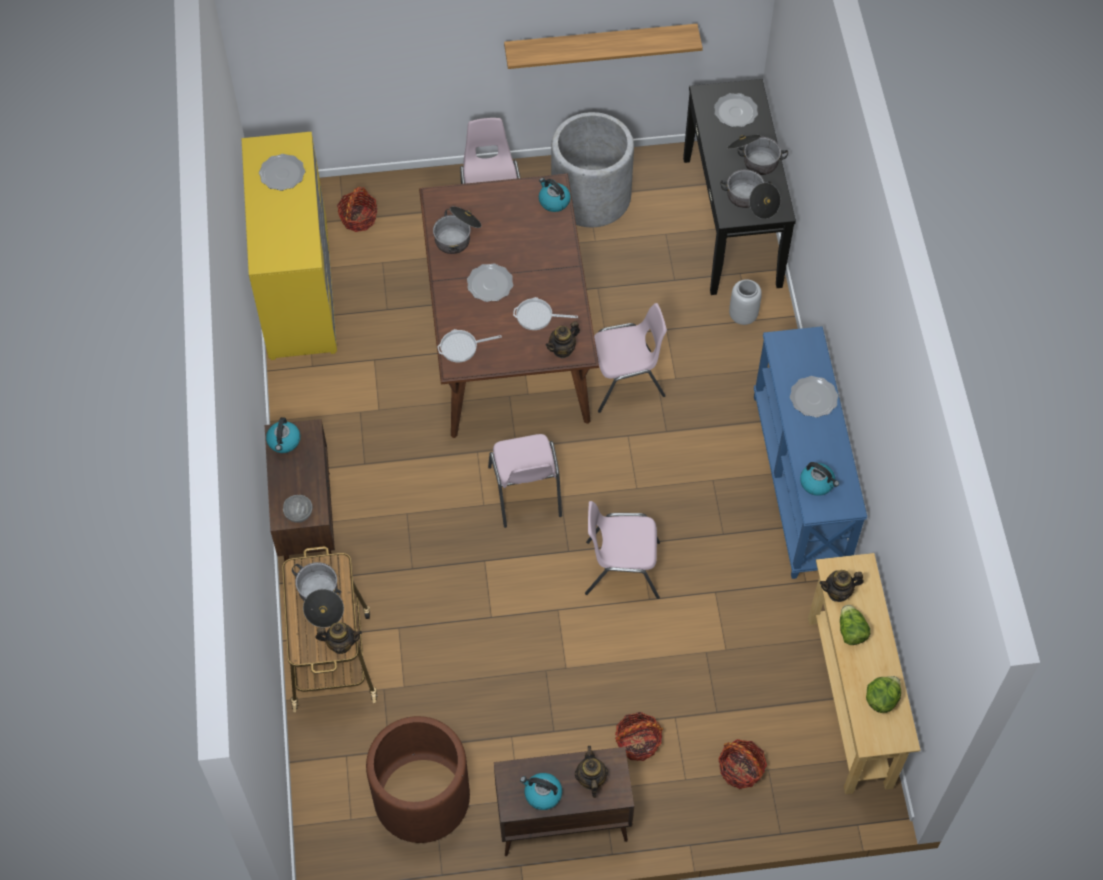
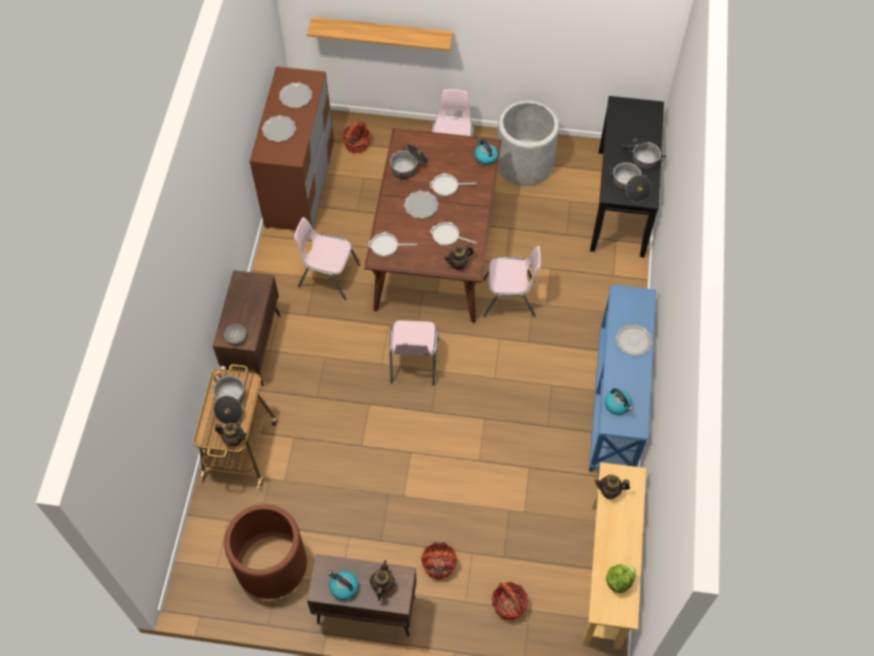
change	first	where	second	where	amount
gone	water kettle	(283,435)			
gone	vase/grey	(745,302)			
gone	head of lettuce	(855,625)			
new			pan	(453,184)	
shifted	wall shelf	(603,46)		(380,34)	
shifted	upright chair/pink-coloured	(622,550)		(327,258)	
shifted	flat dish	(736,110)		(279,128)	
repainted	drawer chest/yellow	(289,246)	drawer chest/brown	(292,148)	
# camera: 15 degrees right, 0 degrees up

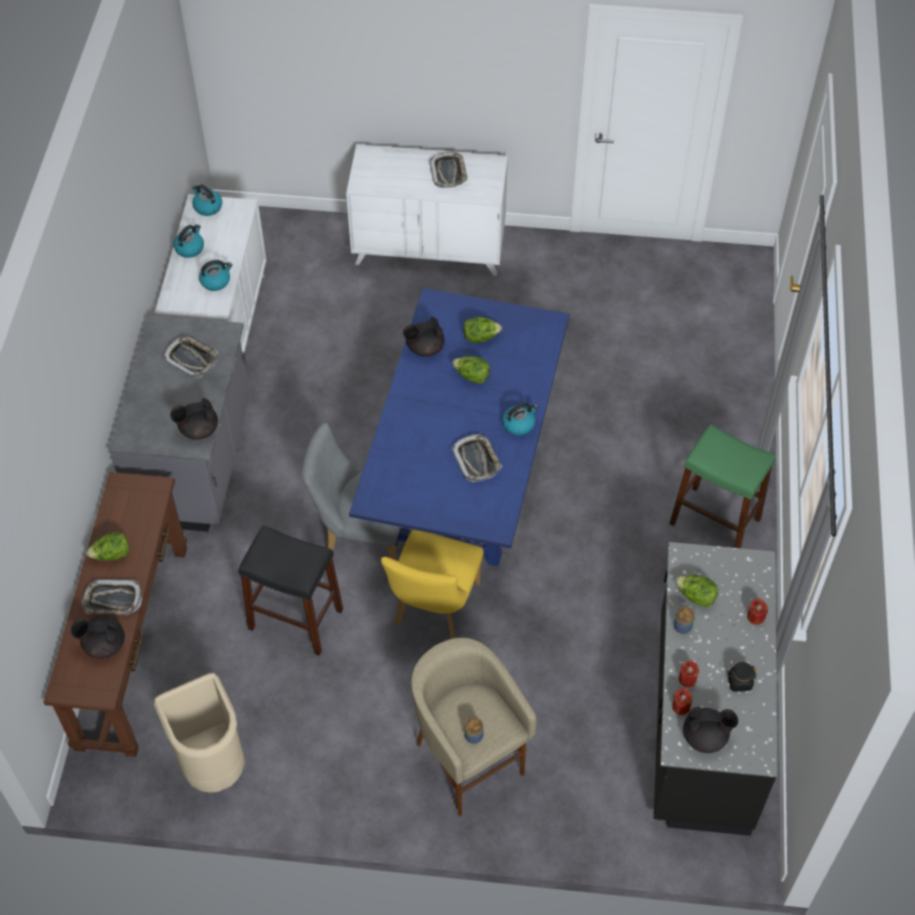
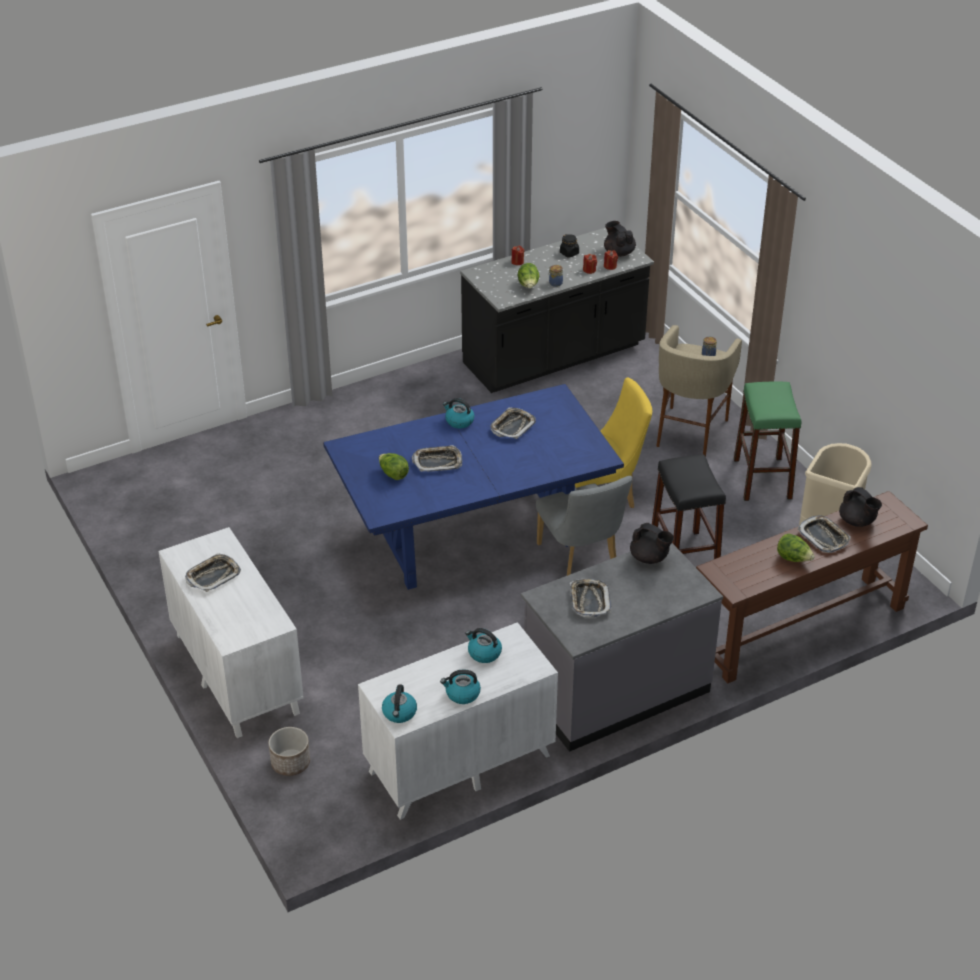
change	first	where	second	where	amount
gone	teapot/black-coloured	(424,337)			
new			planter	(289,751)	
shifted	stool/green-coloured	(722,486)		(767,441)	
swapped	head of lettuce	(471,370)	serving tray	(437,458)	
# camera: 125 degrees left, 15 degrees down

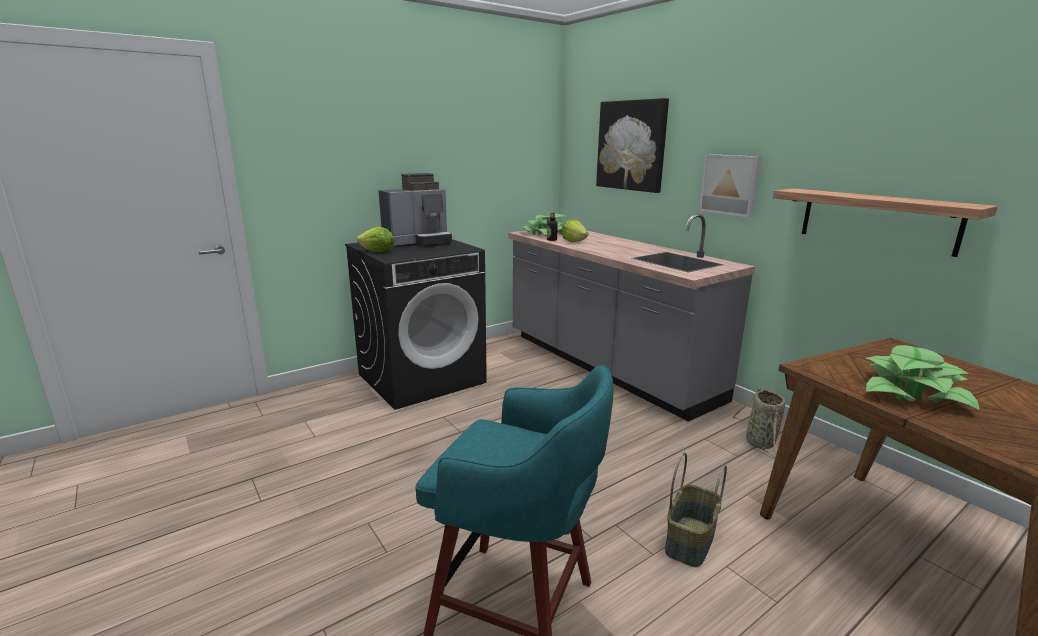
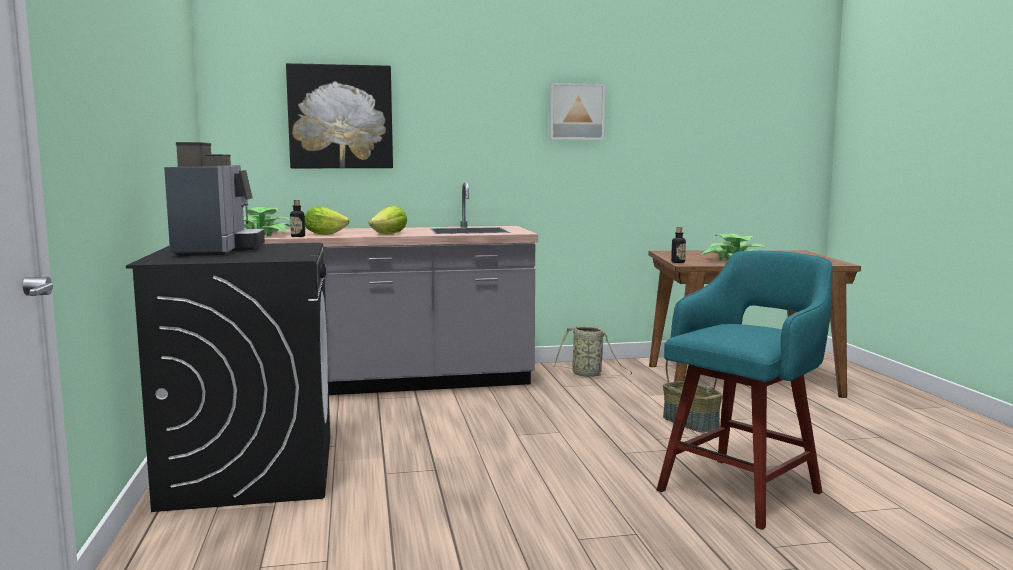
change	first	where	second	where	amount
gone	wall shelf	(885,223)			
new			drink bottle	(678,245)	
shifted	head of lettuce	(375,239)		(388,220)	
shifted	wall picture	(730,185)		(577,111)	
# camera: 65 degrees left, 10 degrees down

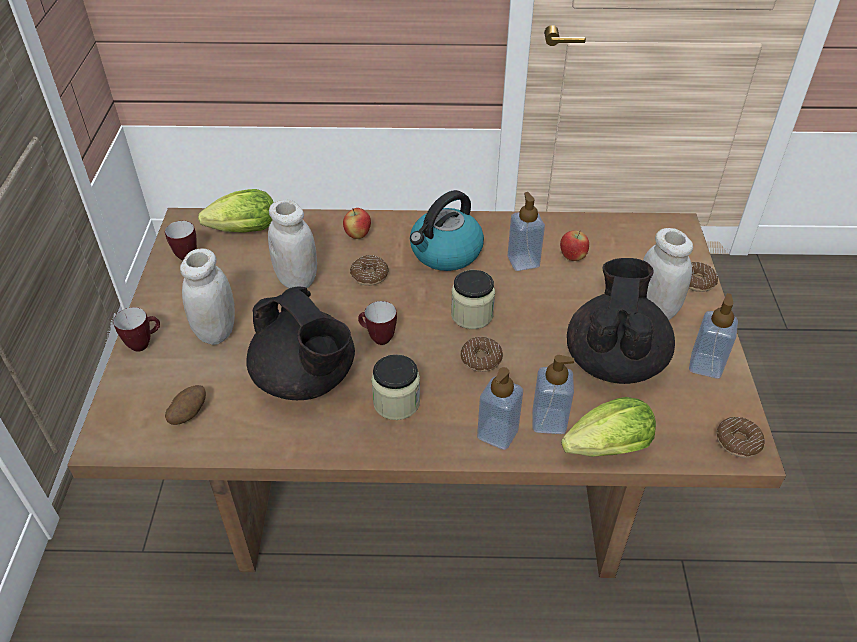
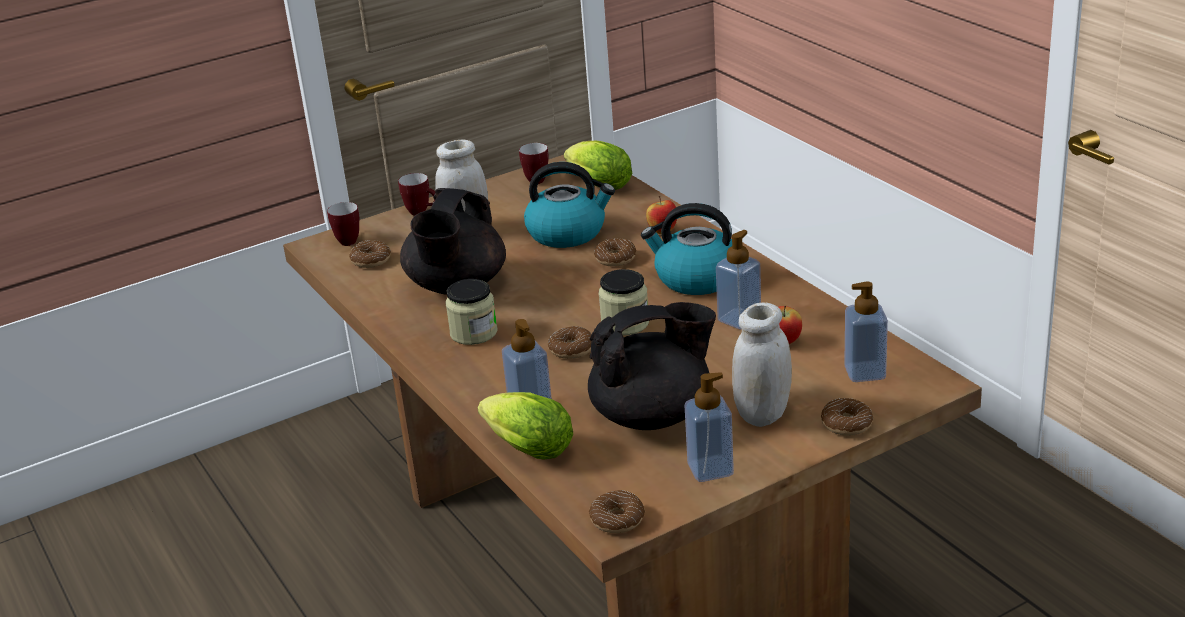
change	first	where	second	where	amount
shifted	coffee mug	(377,323)		(343,224)	
shifted	liquid soap bottle	(500,408)		(866,332)	
swapped	whole potato	(185,405)	ring doughnut	(370,254)	
swapped	preserve jar/white	(292,244)	water kettle	(569,205)	
# camera: 60 degrees right, 15 degrees down

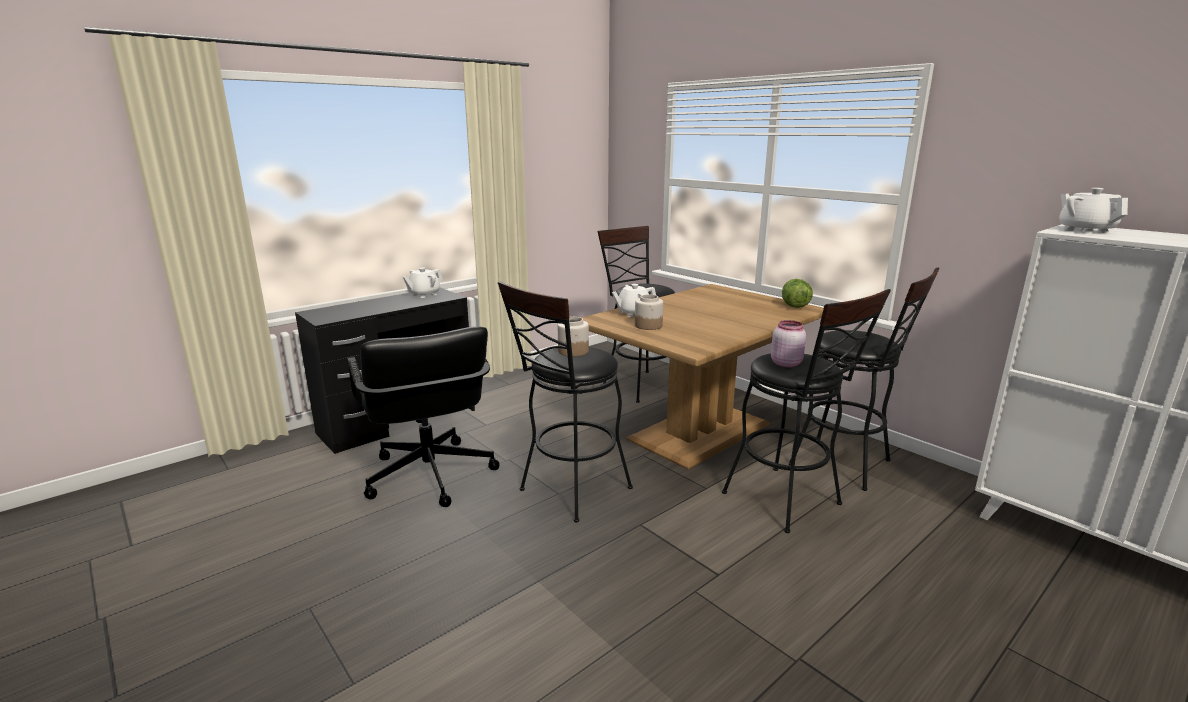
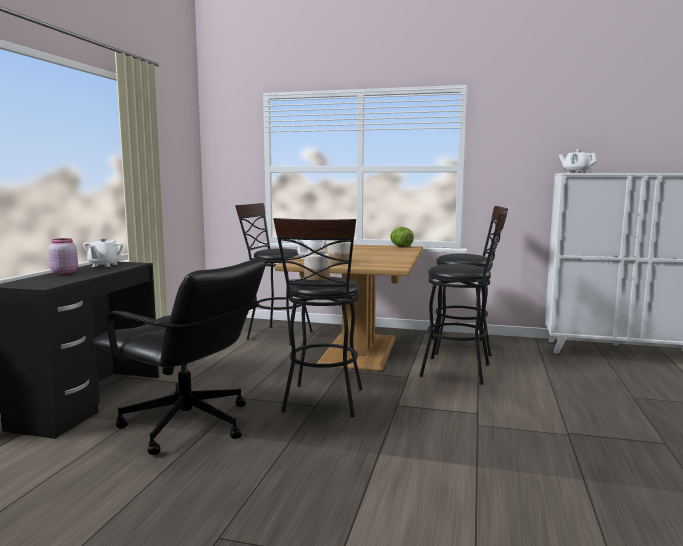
change	first	where	second	where	amount
shifted	preserve jar/pink-coloured	(788,343)		(63,256)	
# camera: 35 degrees left, 10 degrees down

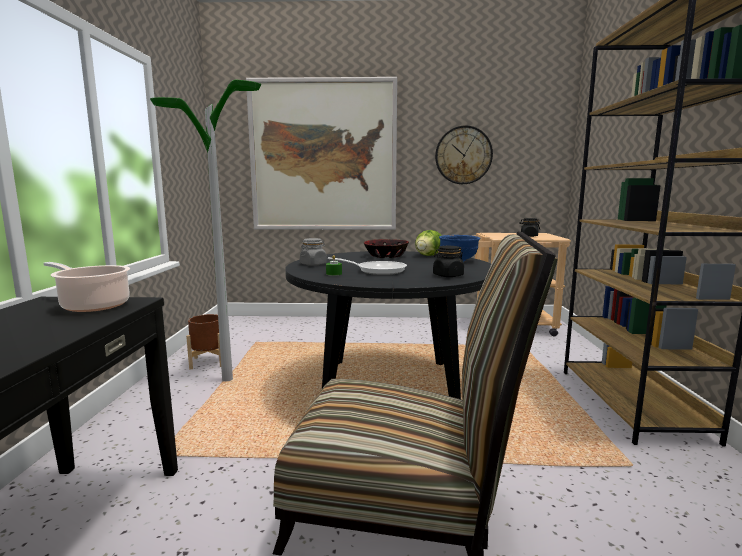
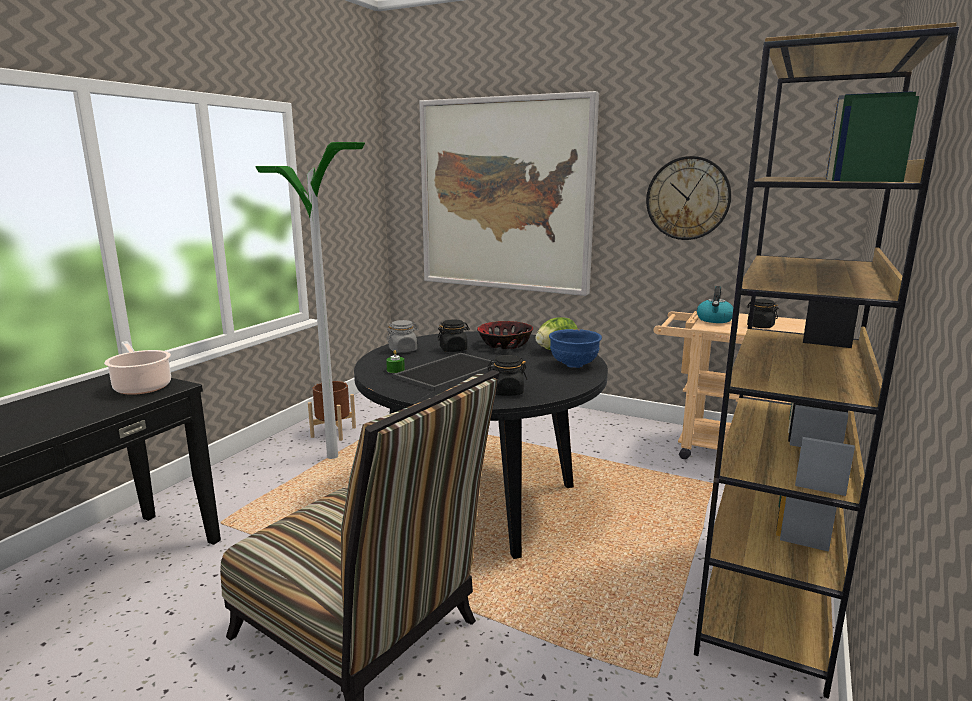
change	first	where	second	where	amount
new			preserve jar/black-coloured	(453,335)	
new			water kettle	(715,304)	
swapped	pan	(367,266)	serving tray	(444,372)	
# camera: 25 degrees right, 5 degrees up

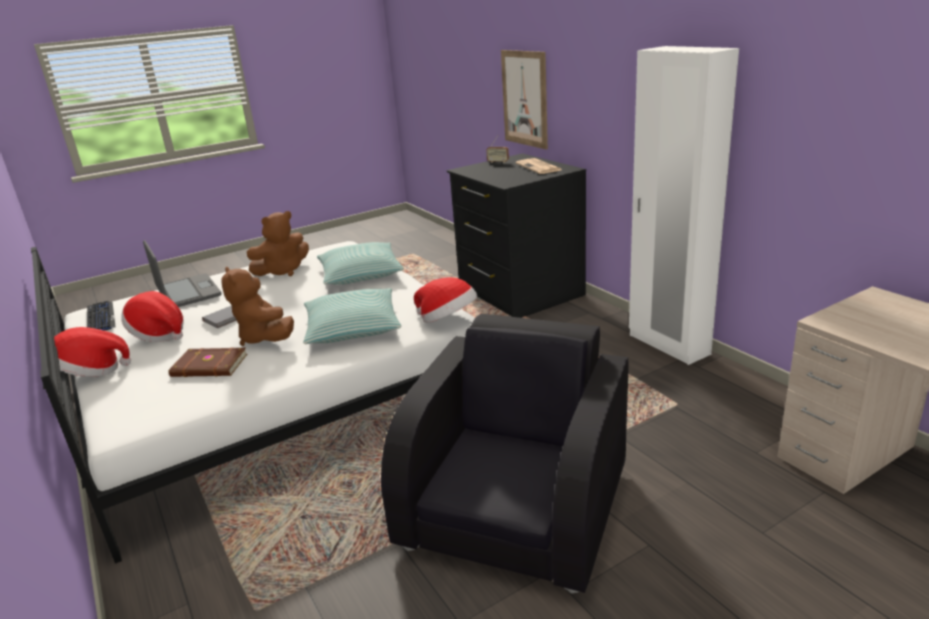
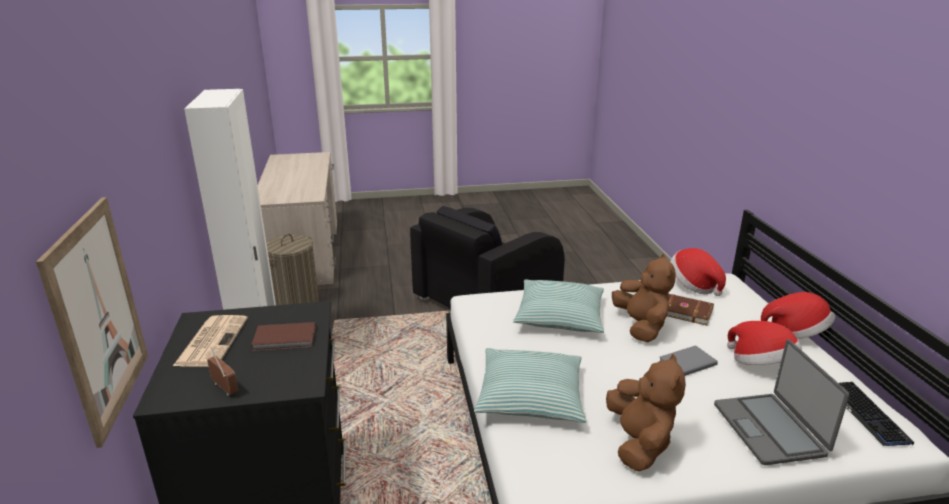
change	first	where	second	where	amount
new			bound book/brown	(283,336)	
new			hamper	(292,269)	
shifted	wearable hat	(445,300)		(698,272)	
rotated	cuddly toy/brown	(278,243)		(646,413)	105 degrees clockwise
# camera: 160 degrees left, 0 degrees up

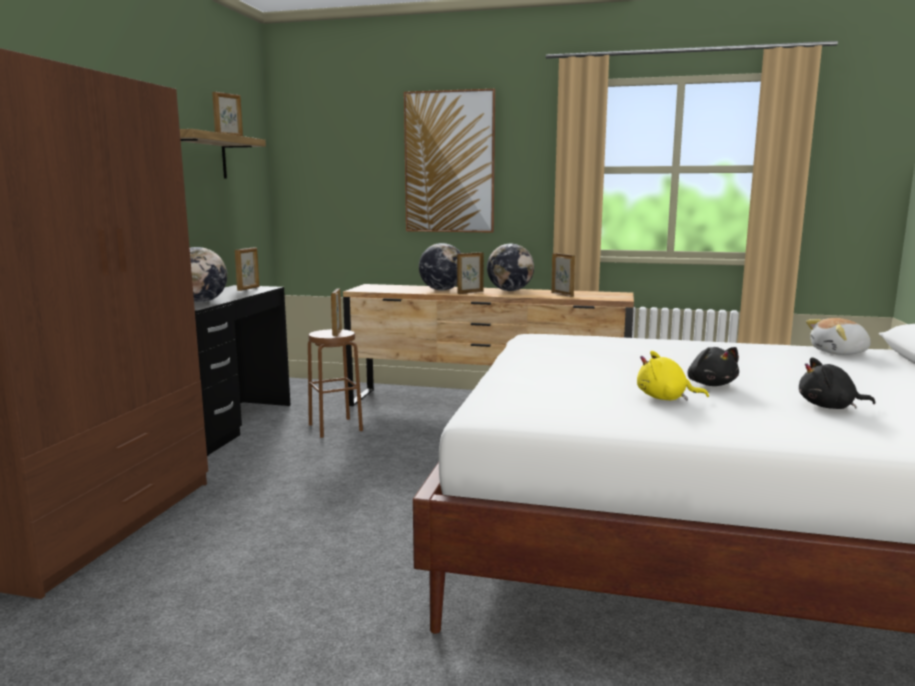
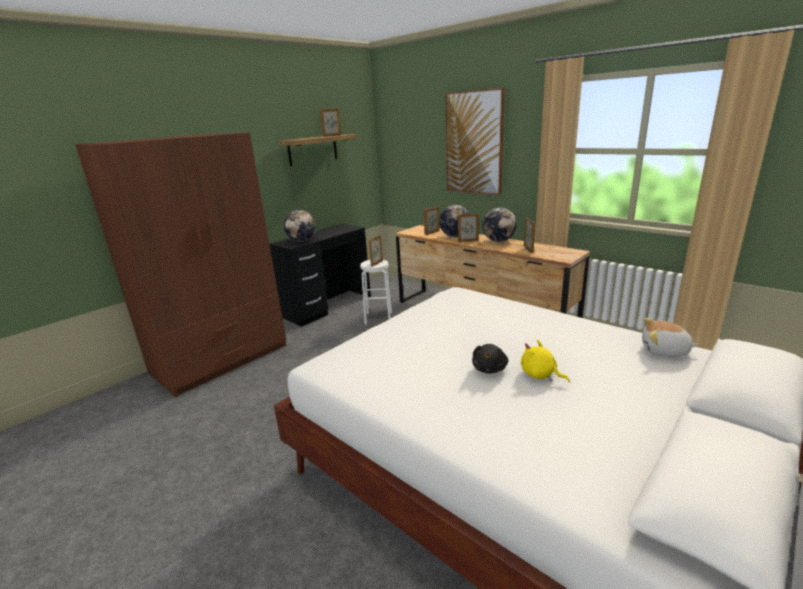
change	first	where	second	where	amount
gone	cuddly toy/black-coloured	(837,383)			
shifted	picture frame	(247,269)		(432,220)	
shifted	cuddly toy/yellow	(673,375)		(545,360)	
repainted	stool/brown	(335,383)	stool/white	(376,292)	
# camera: 30 degrees right, 10 degrees up

